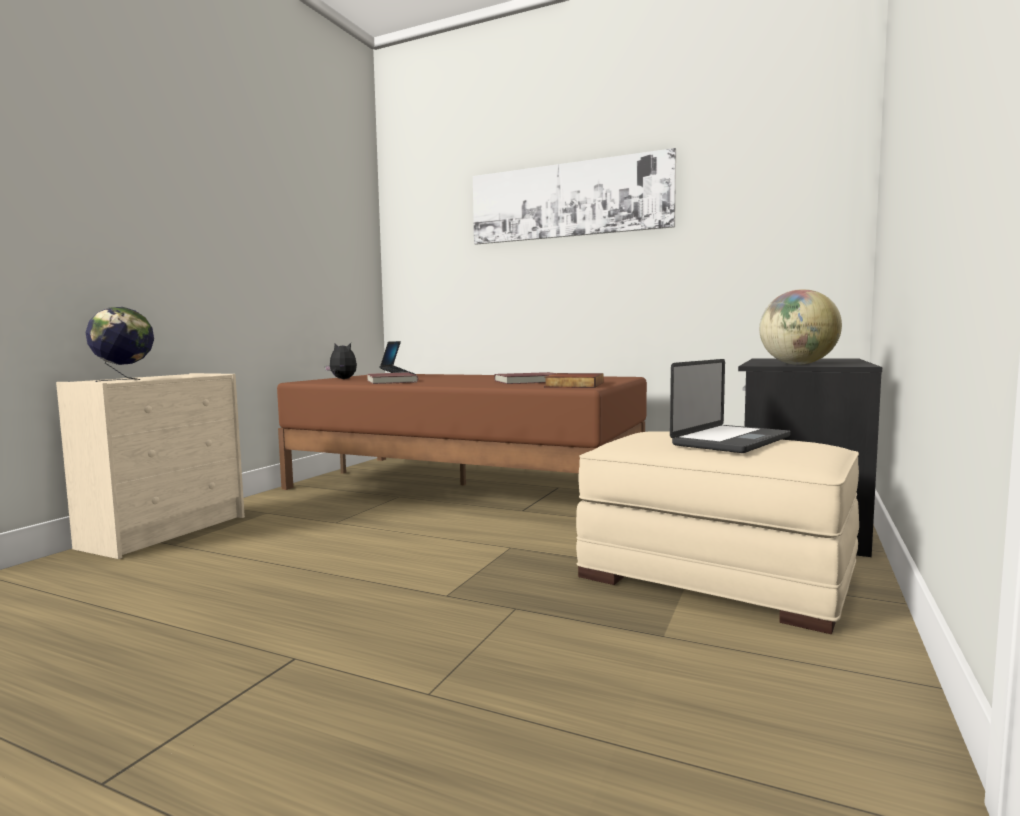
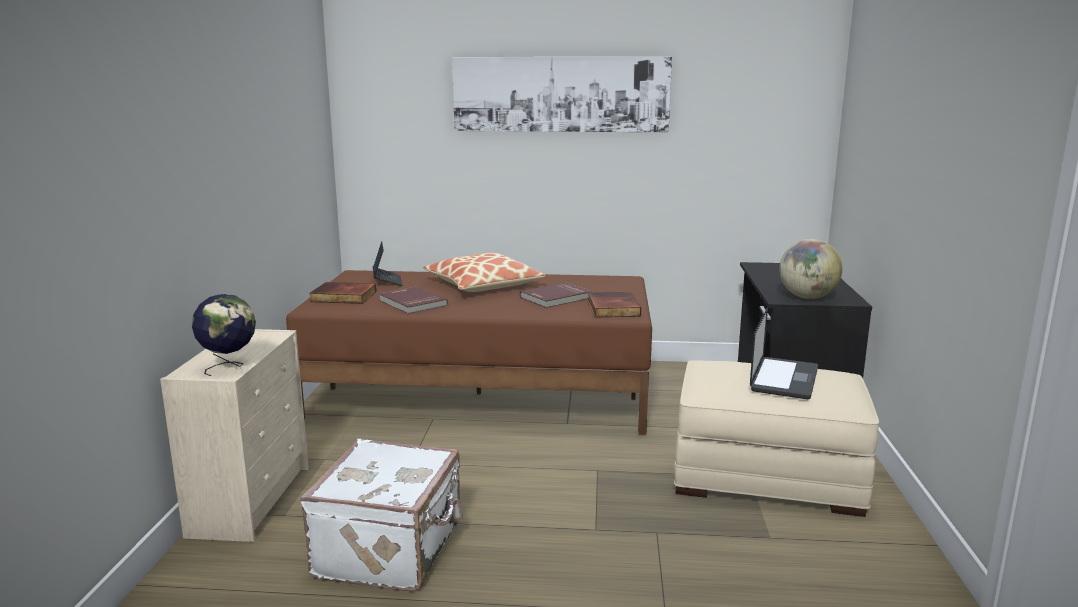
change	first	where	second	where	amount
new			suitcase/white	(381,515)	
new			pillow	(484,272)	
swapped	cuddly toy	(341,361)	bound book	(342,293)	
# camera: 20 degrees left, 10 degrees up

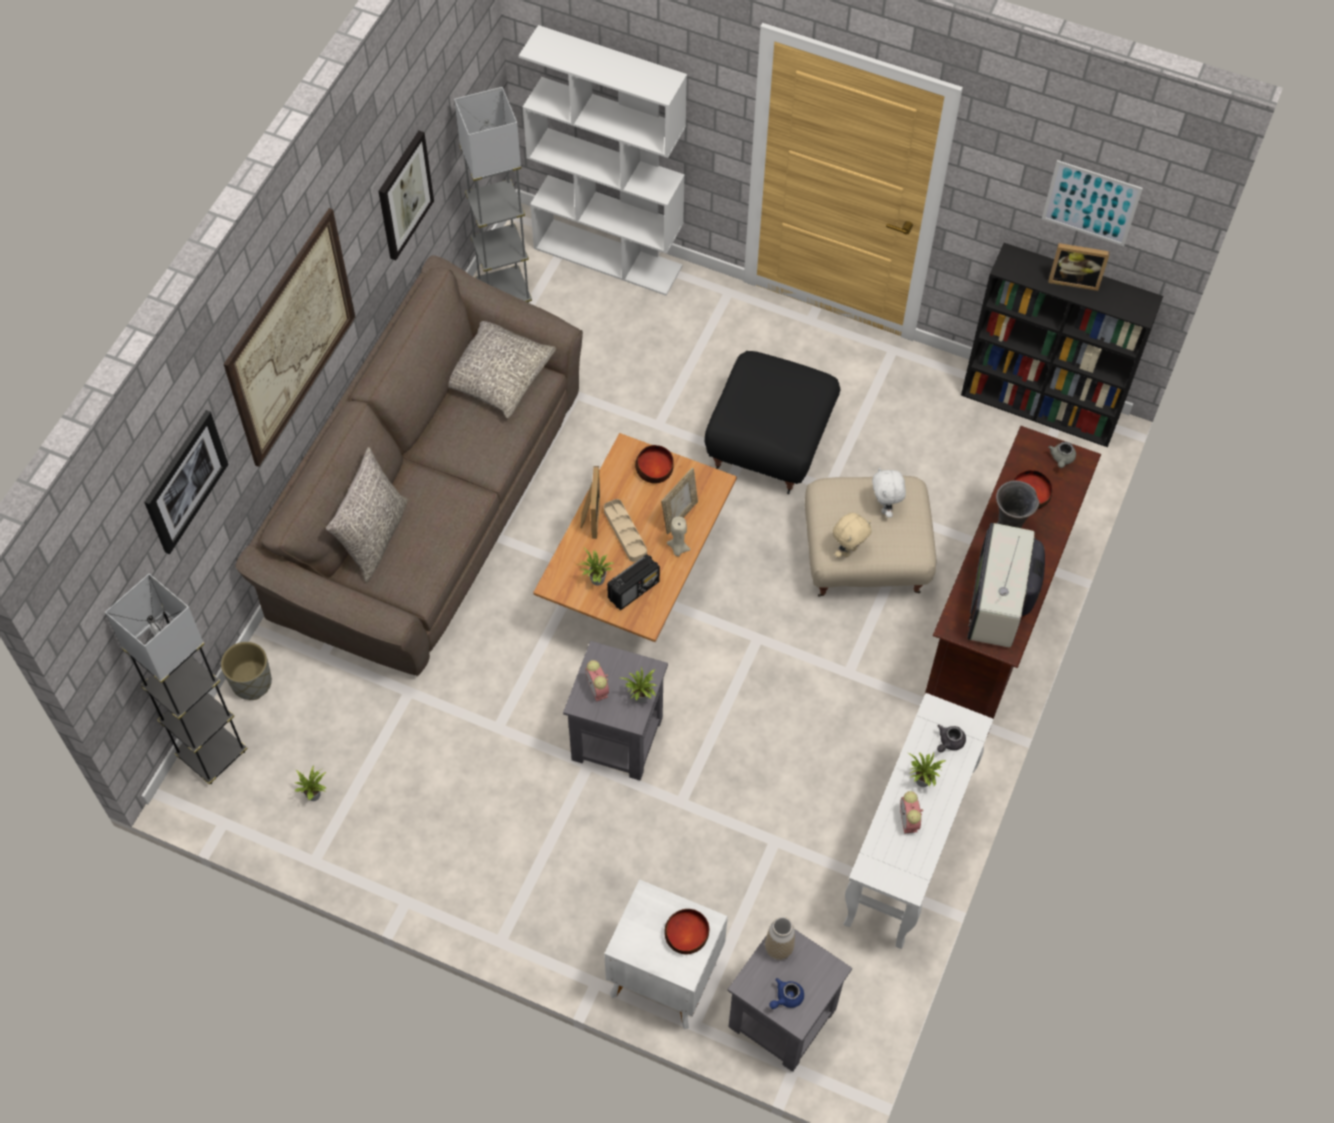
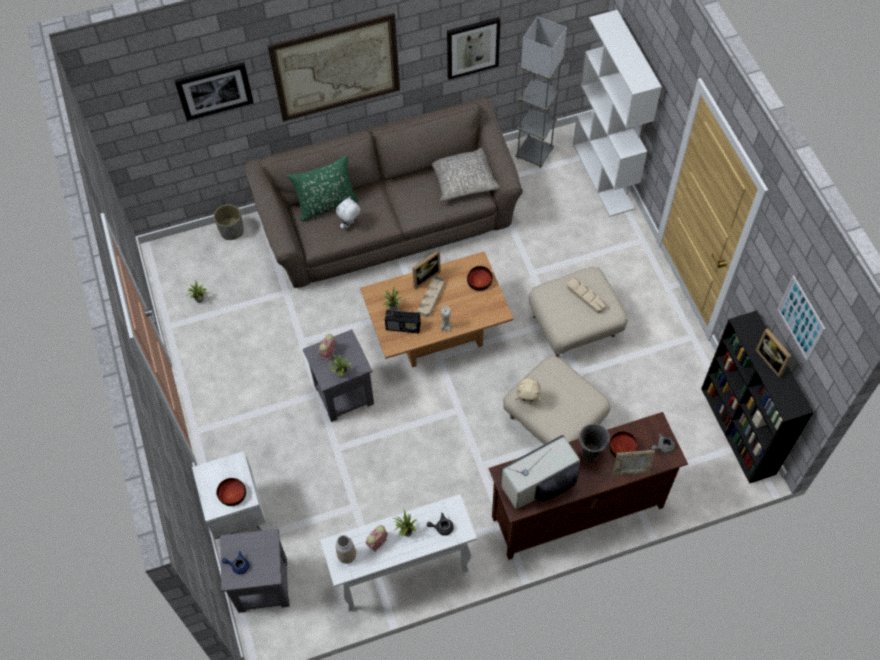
change	first	where	second	where	amount
gone	floor lamp/grey	(176,679)			
new			serving tray/beige	(586,296)	
shifted	picture frame	(679,500)		(634,463)	
shifted	vase	(780,938)		(346,549)	
shifted	cuddly toy/white	(889,492)		(348,212)	
repainted	pillow/grey	(367,514)	pillow/green-coloured	(323,188)	
repainted	ottoman/black-coloured	(772,422)	ottoman/beige	(578,312)	
# camera: 50 degrees right, 0 degrees up

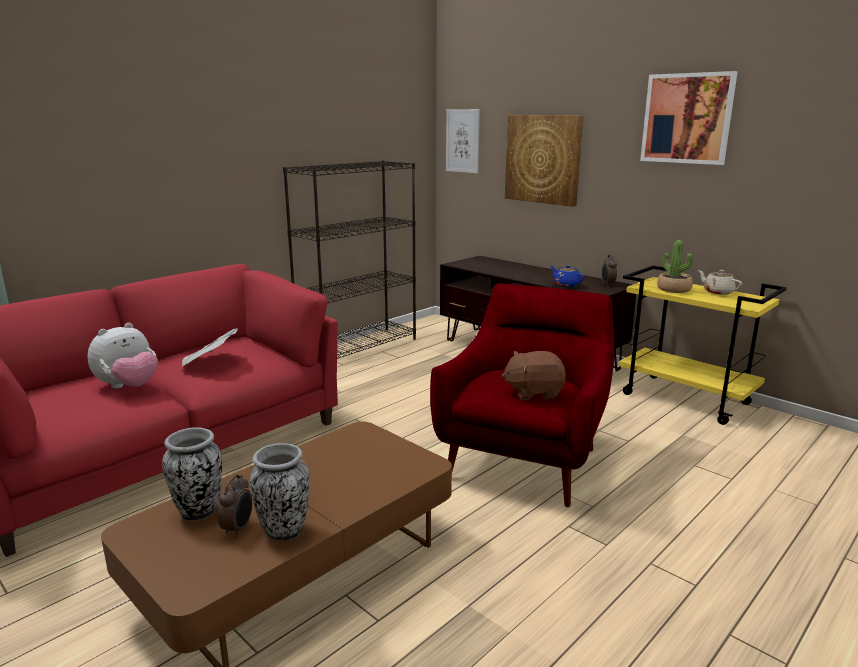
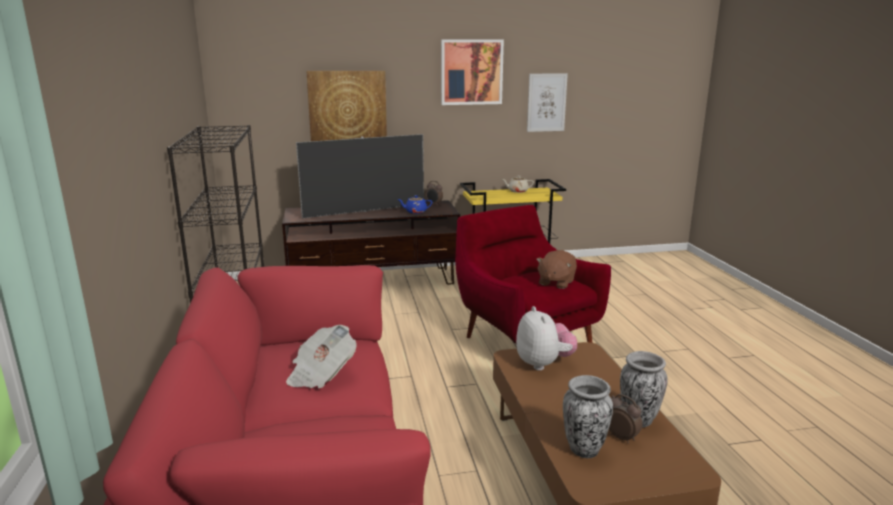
change	first	where	second	where	amount
gone	plant in a pot	(675,266)			
new			TV	(360,176)	
shifted	cuddly toy	(122,355)		(546,338)	
shifted	wall picture	(463,141)		(547,102)	
# camera: 55 degrees left, 0 degrees up

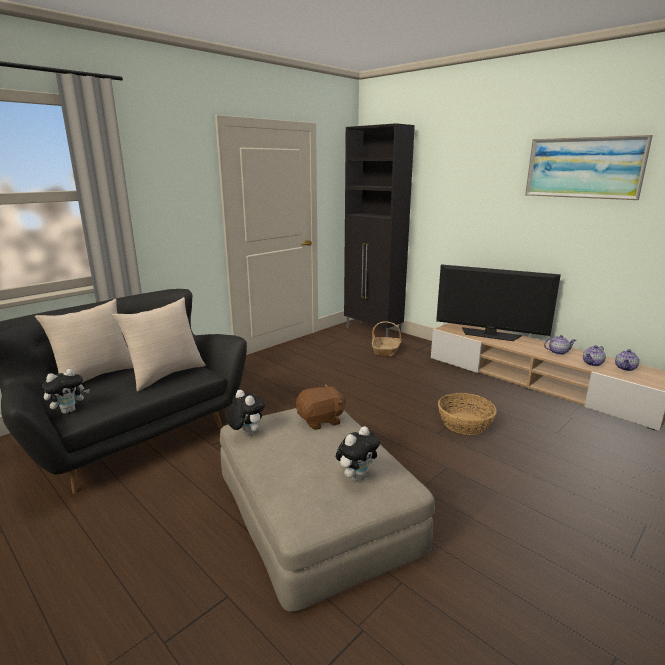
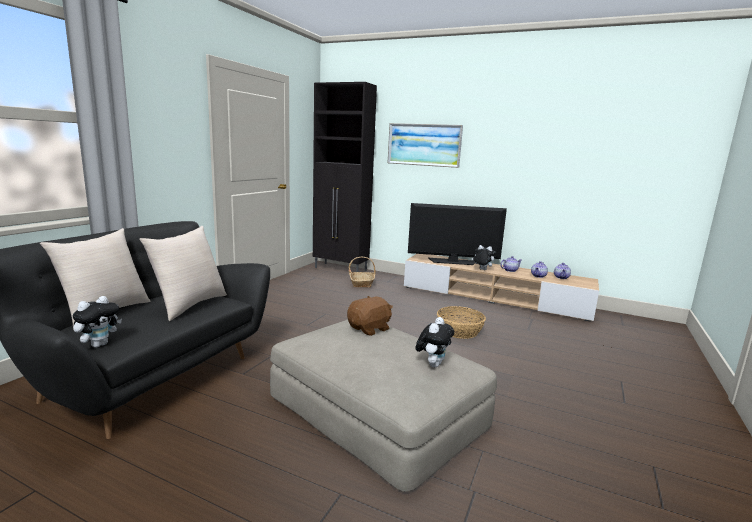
change	first	where	second	where	amount
shifted	cuddly toy	(245,412)		(483,257)	
shifted	wall picture	(589,167)		(425,145)	
# camera: 20 degrees left, 5 degrees down

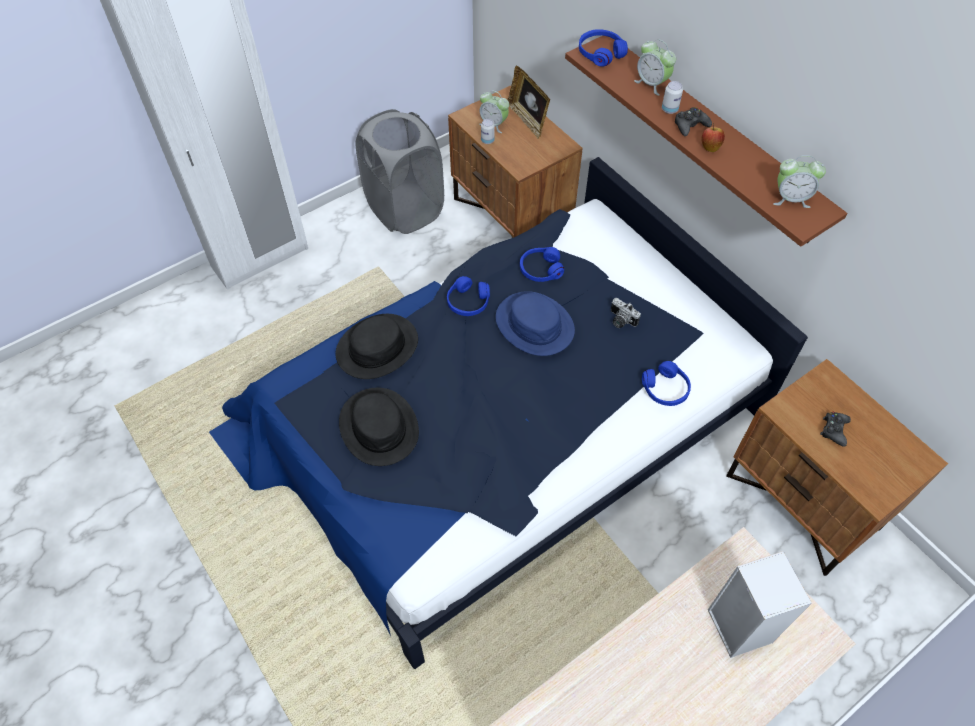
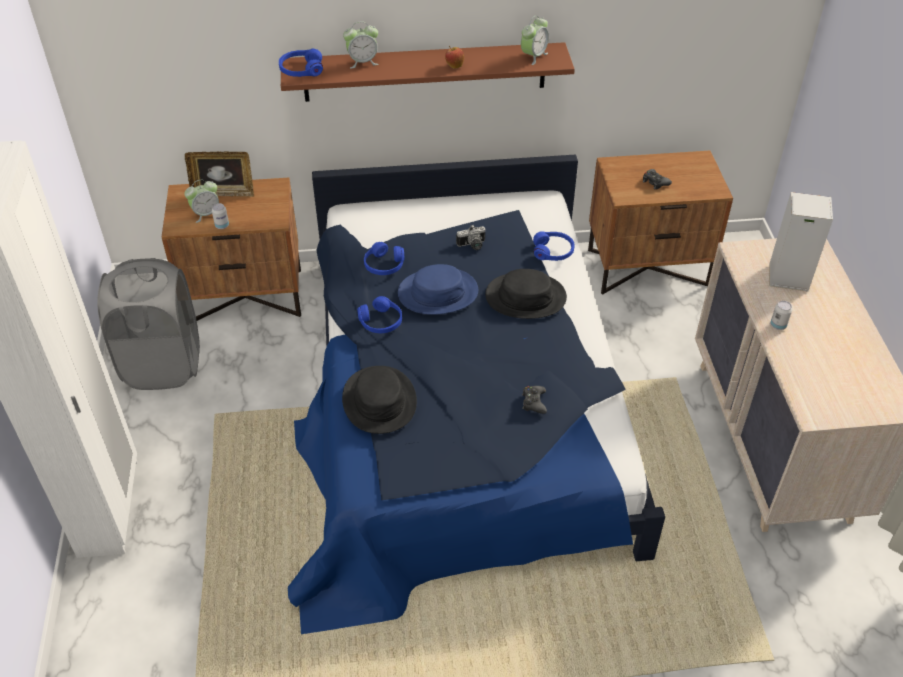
change	first	where	second	where	amount
shifted	wearable hat/black-coloured	(379,427)		(526,294)	
shifted	metal can	(672,97)		(781,315)	
shifted	gamepad/black-coloured	(693,121)		(534,400)	
# camera: 60 degrees left, 10 degrees down

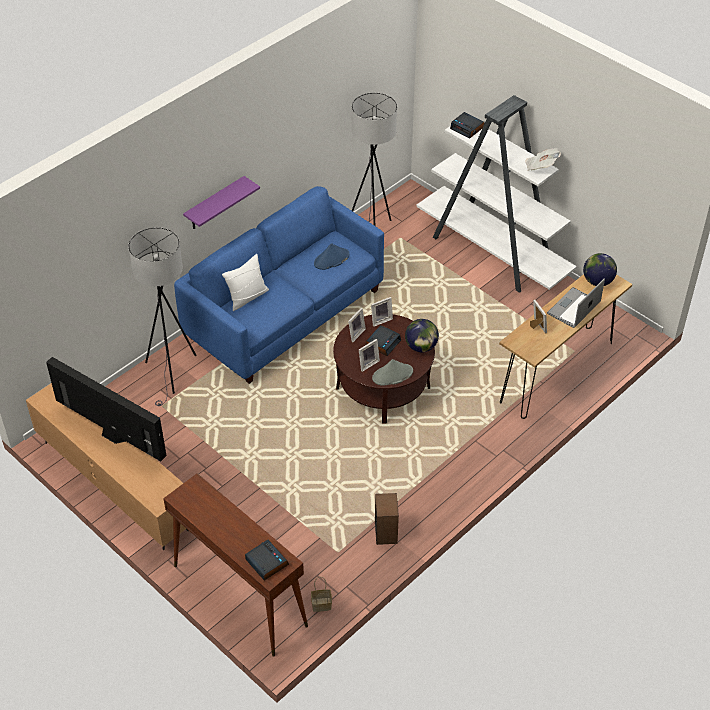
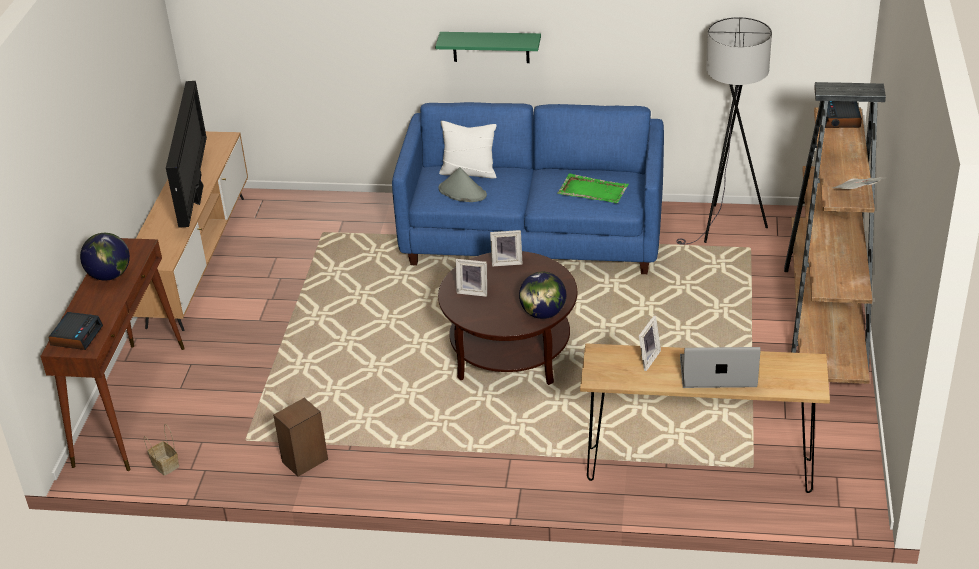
change	first	where	second	where	amount
gone	floor lamp/grey	(162,316)			
gone	alarm clock	(383,340)			
gone	picture frame	(382,312)			
shifted	wearable hat/grey	(392,372)		(463,184)	
shifted	globe	(600,269)		(105,257)	
swapped	wearable hat/bluish	(331,256)	serving tray/green-coloured	(593,188)	
repainted	wall shelf/purplish	(221,202)	wall shelf/green-coloured	(488,47)	
repainted	bookshelf/white	(496,194)	bookshelf/brown	(835,233)	
# camera: 55 degrees right, 10 degrees down

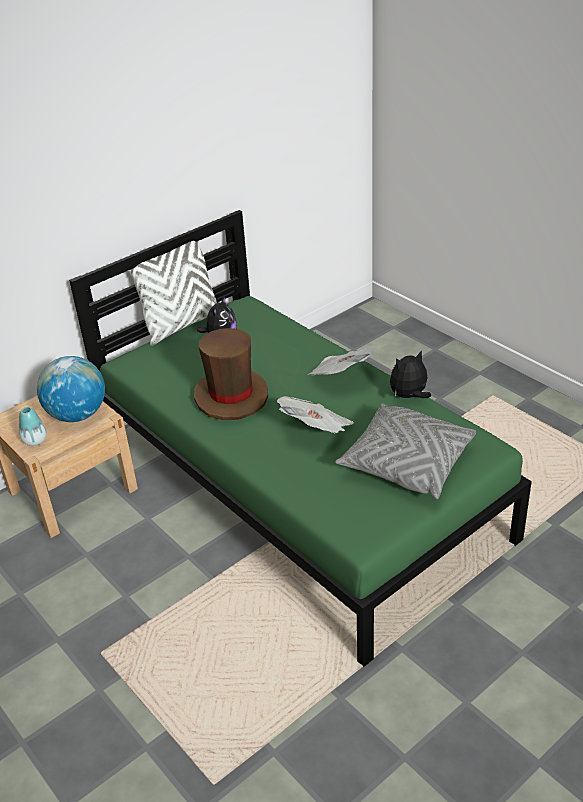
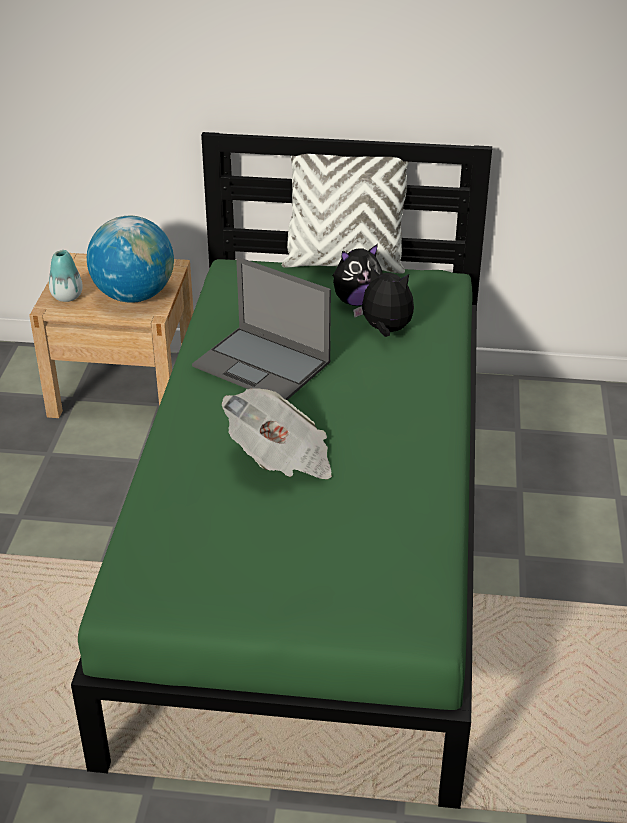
change	first	where	second	where	amount
gone	printed paper	(342,361)			
gone	pillow/grey	(405,451)			
shifted	cuddly toy	(410,374)		(383,301)	
swapped	wearable hat/brown	(231,374)	notebook computer	(261,328)	
# camera: 45 degrees right, 0 degrees up

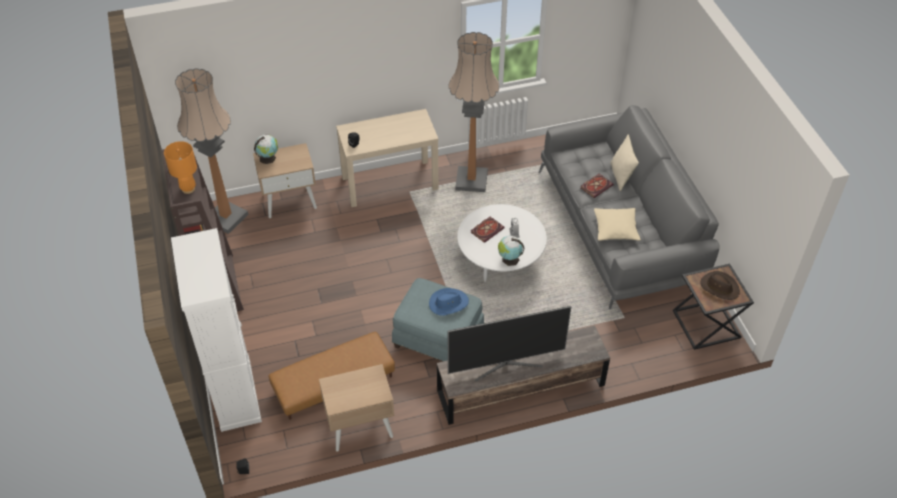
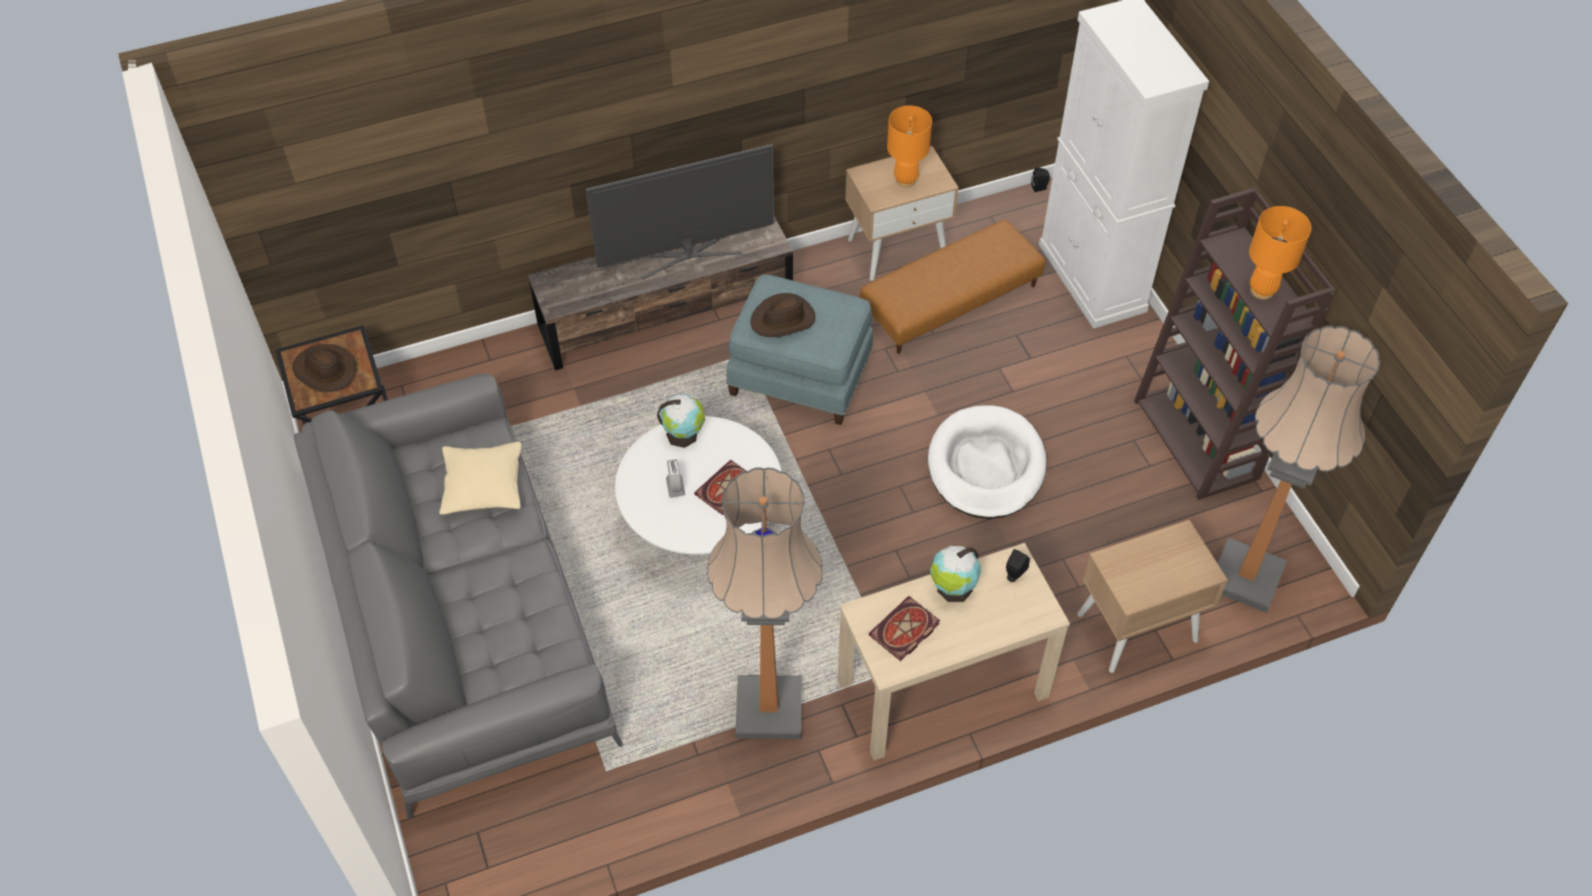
change	first	where	second	where	amount
gone	pillow/beige	(624,163)			
new			lamp for a table/orange	(909,146)	
new			dog cushion/white	(987,462)	
shifted	globe	(266,149)		(955,573)	
shifted	bound book	(597,186)		(904,628)	
repainted	wearable hat/bluish	(449,302)	wearable hat/brown	(783,315)	
# camera: 175 degrees right, 5 degrees up

